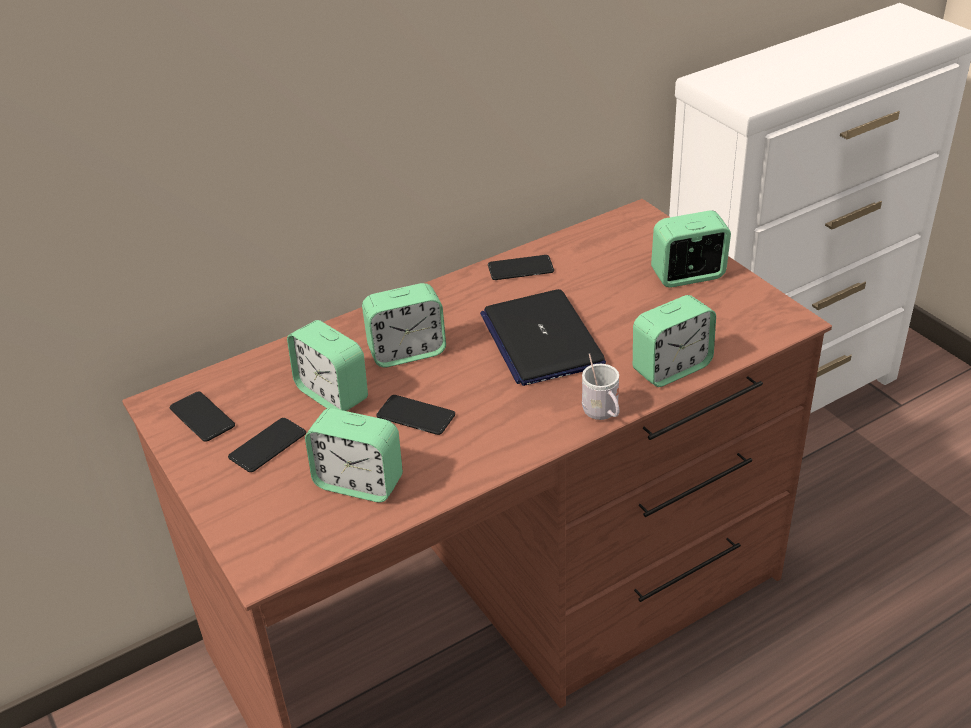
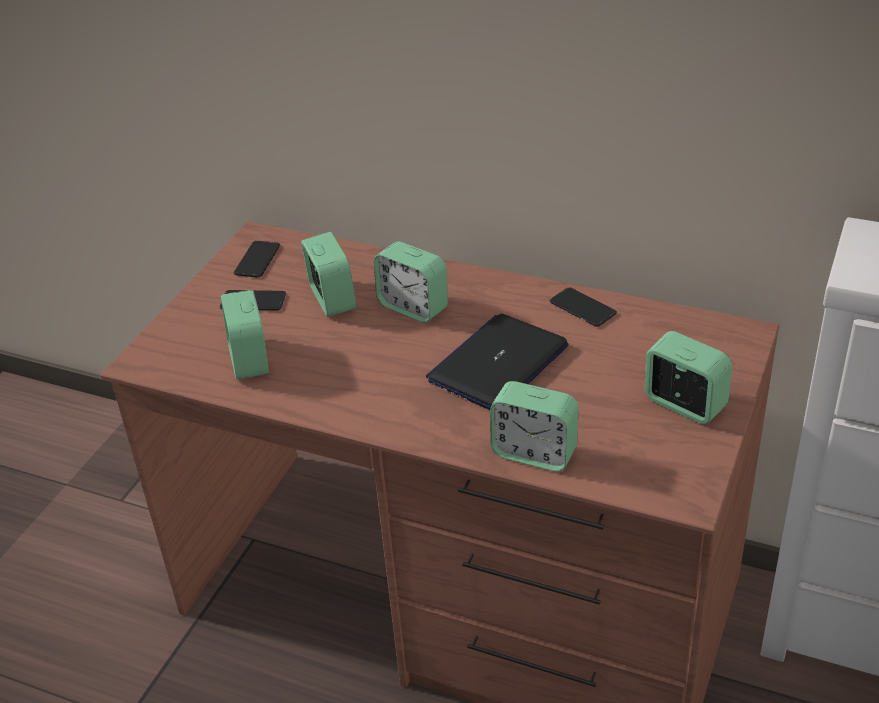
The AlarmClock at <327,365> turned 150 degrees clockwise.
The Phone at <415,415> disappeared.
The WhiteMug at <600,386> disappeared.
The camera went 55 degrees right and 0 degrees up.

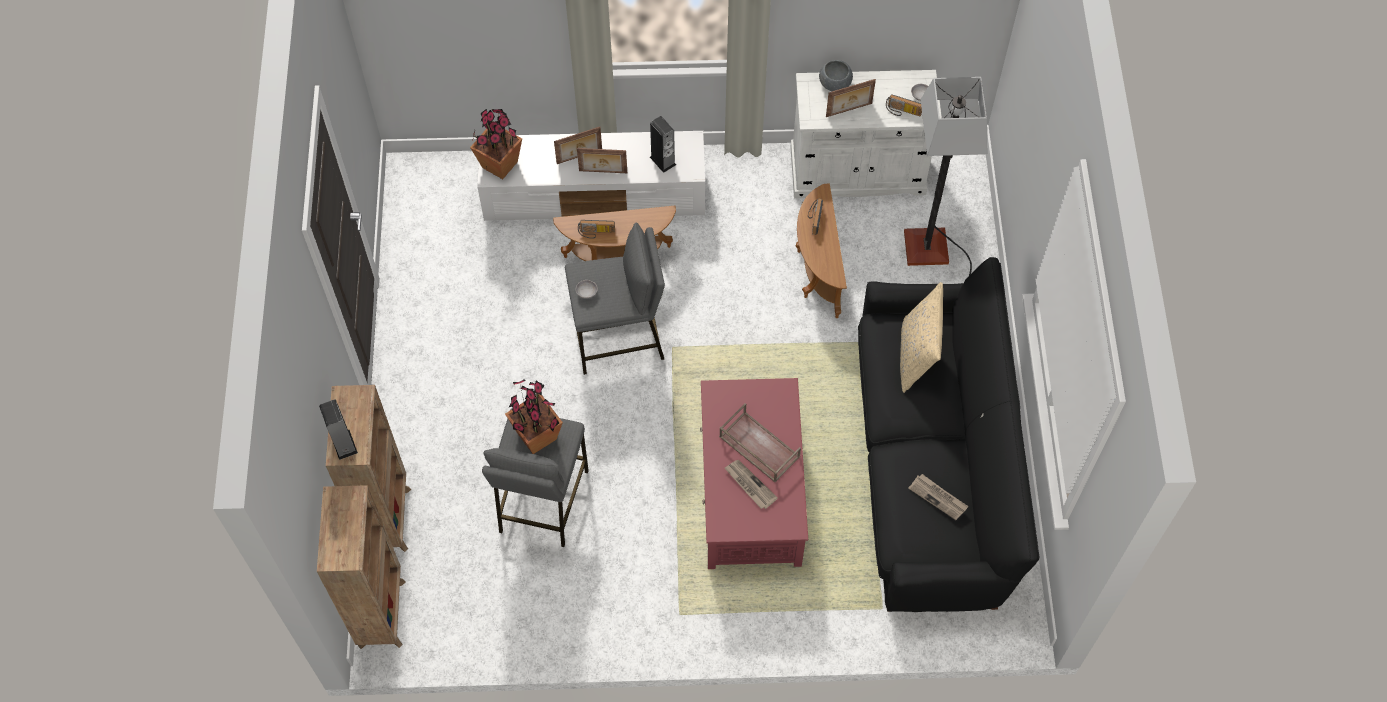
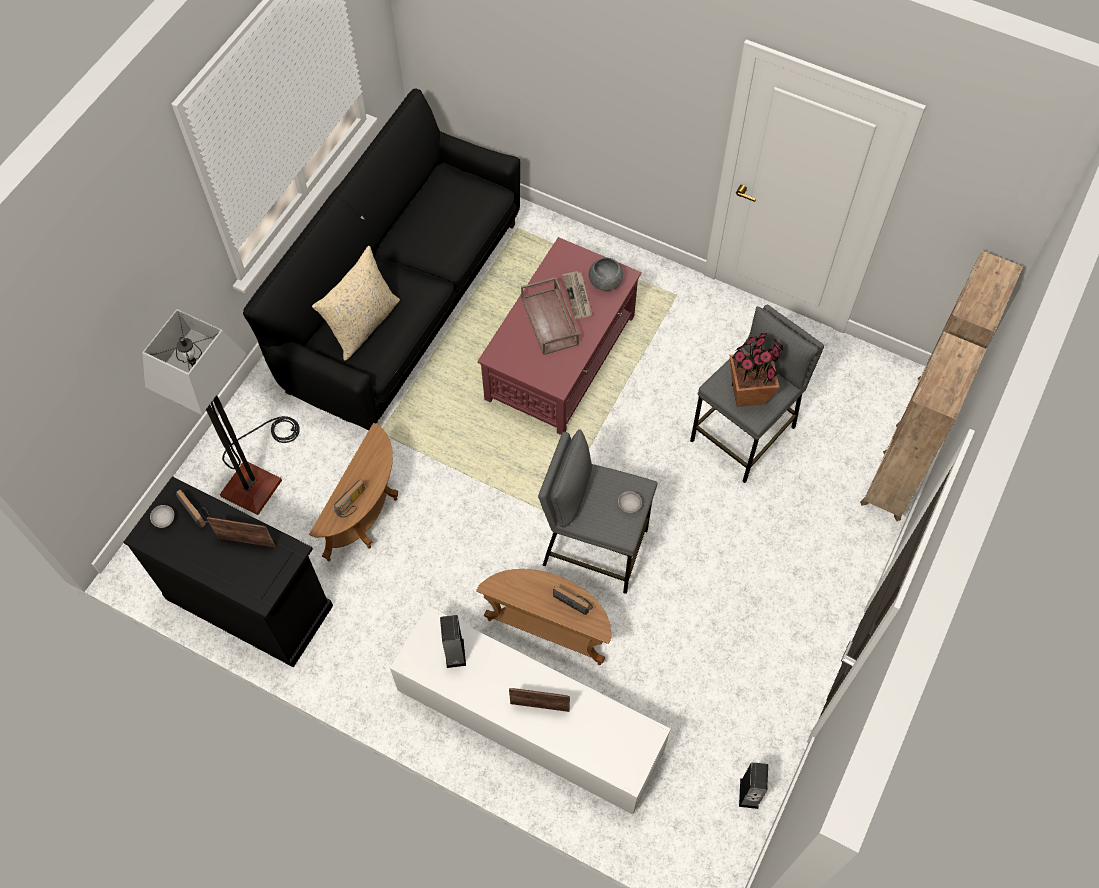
The Speaker moved from <338,430> to <753,785>.
The PottedPlant at <496,144> disappeared.
The PictureFrame at <602,160> disappeared.
The WhiteCabinet at <866,134> became the BlackCabinet at <228,571>.
The GreyBowl moved from <836,75> to <606,274>.
The Newspaper at <938,497> disappeared.
The camera went 150 degrees left and 0 degrees up.

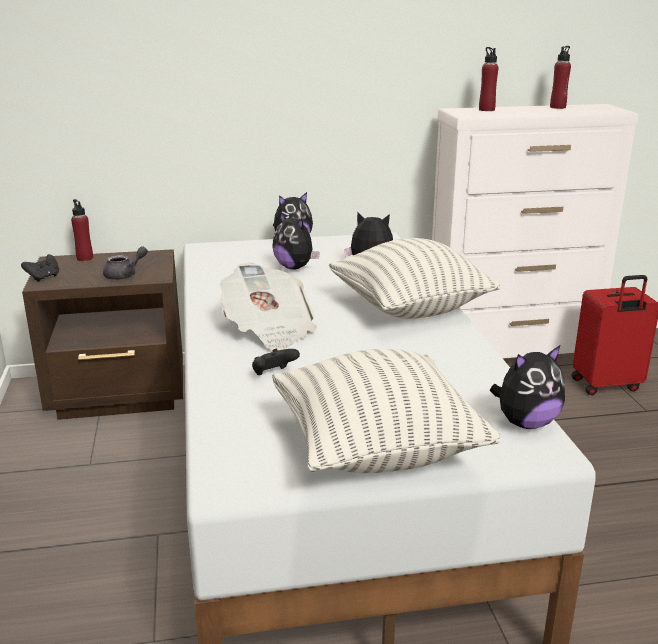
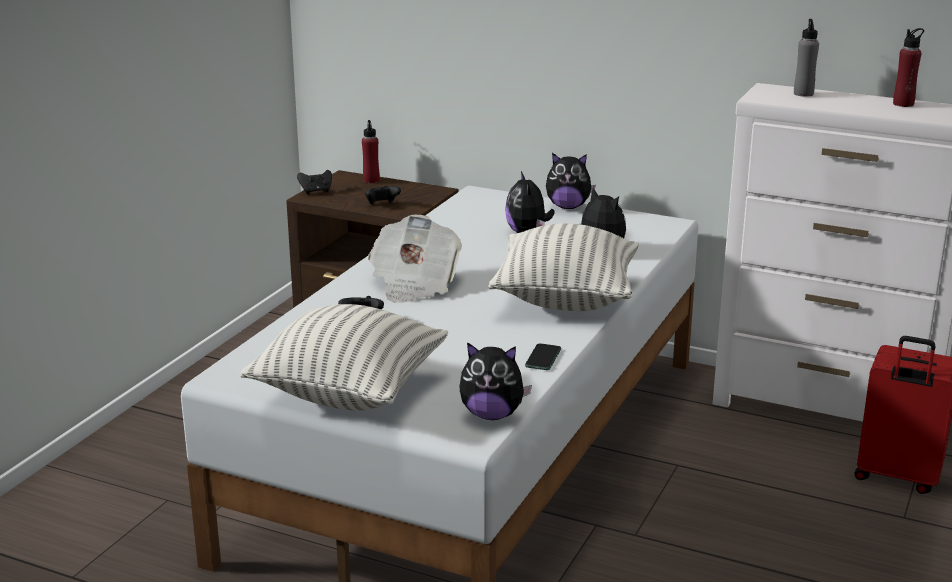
The GreyTeapot at <125,263> was replaced by the BlackGameController at <383,195>.
The RedBottle at <489,79> became the GreyBottle at <806,58>.
The Phone at <543,356> appeared.
The camera went 35 degrees right and 0 degrees up.

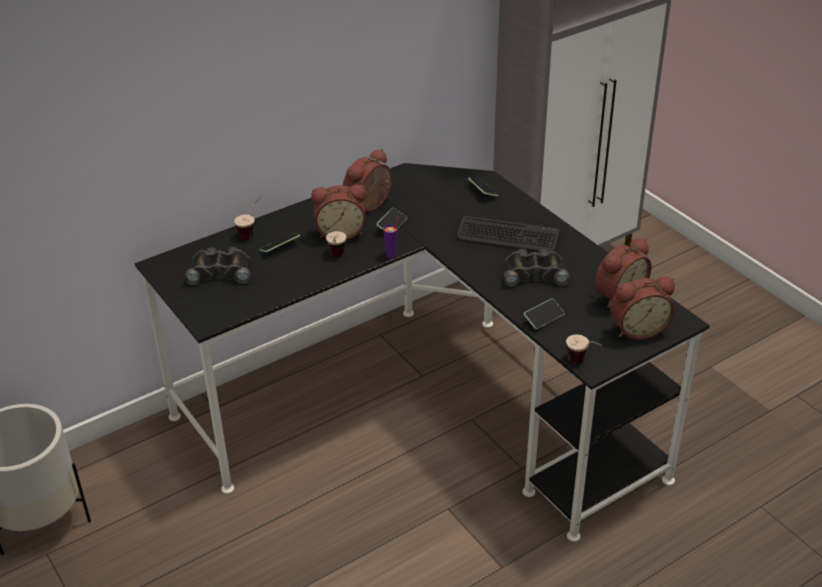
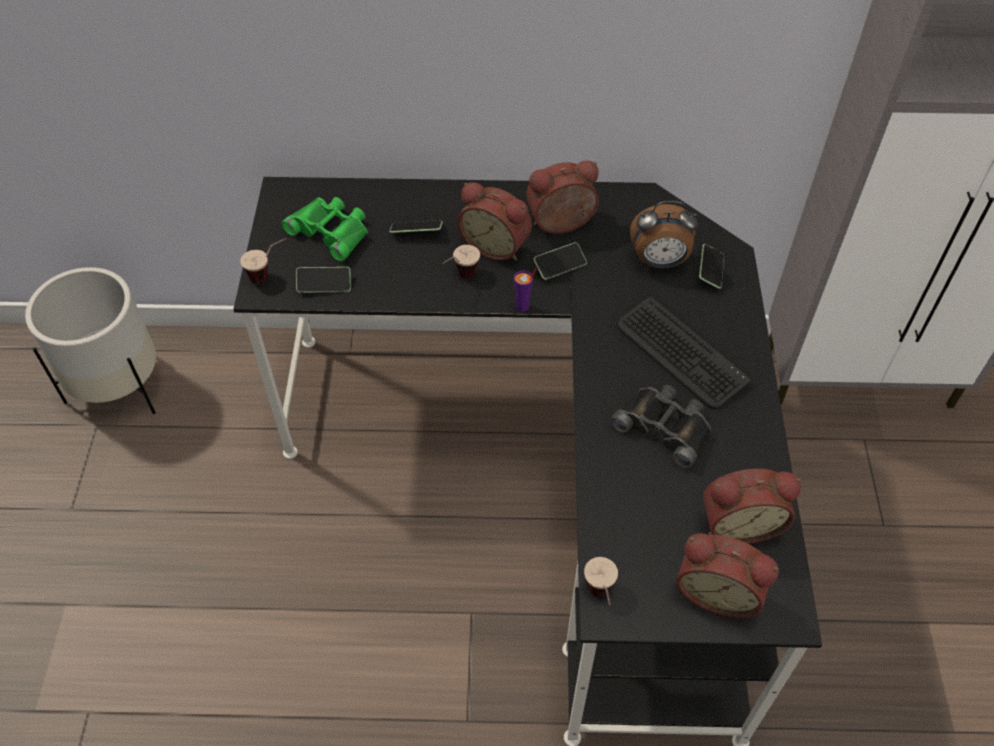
The BlackBinoculars at <218,266> became the GreenBinoculars at <325,229>.
The Cup moved from <247,218> to <263,261>.
The Phone moved from <544,314> to <323,280>.
The AlarmClock at <664,234> appeared.
The camera went 35 degrees right and 15 degrees up.

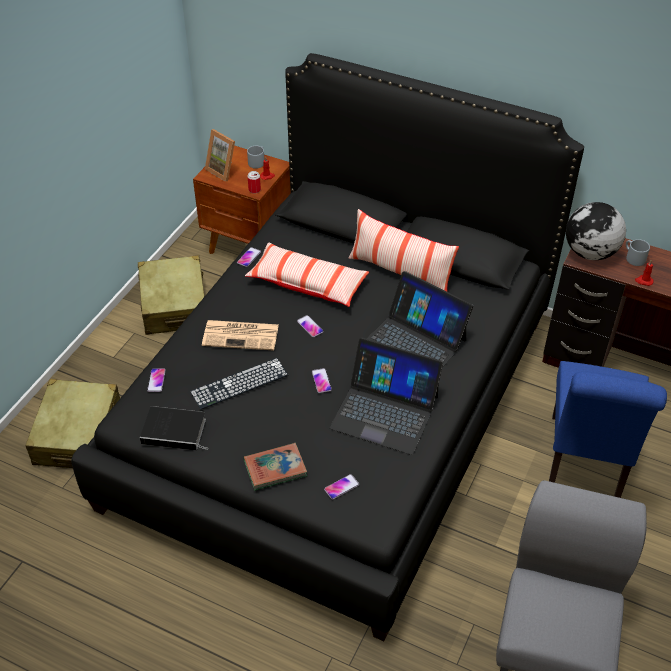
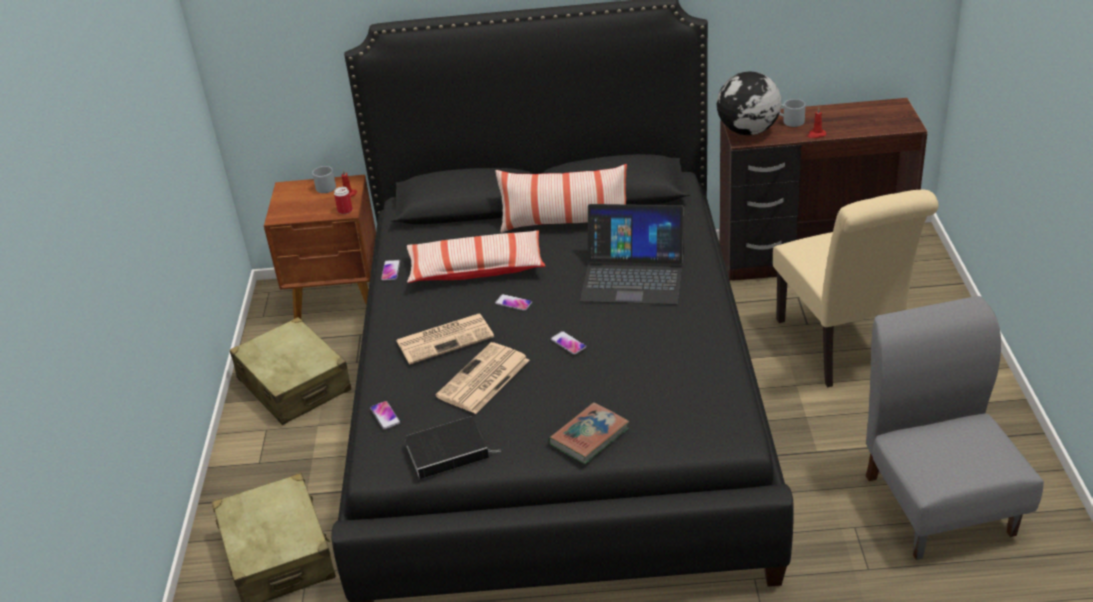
The Keyboard at <239,384> was replaced by the Newspaper at <483,378>.
The PictureFrame at <220,155> disappeared.
The Phone at <341,487> disappeared.
The Laptop at <386,396> disappeared.
The BlueChair at <608,429> became the BeigeChair at <855,289>.
The camera went 25 degrees left and 10 degrees down.

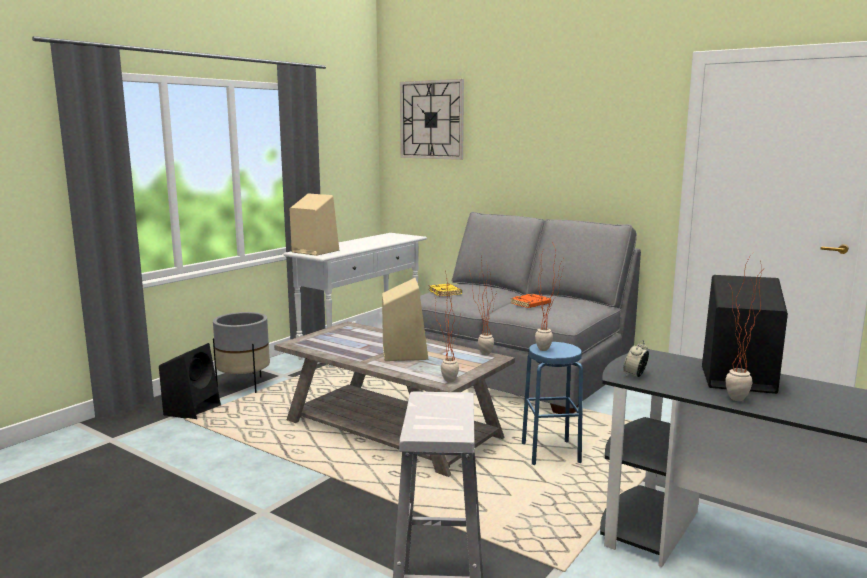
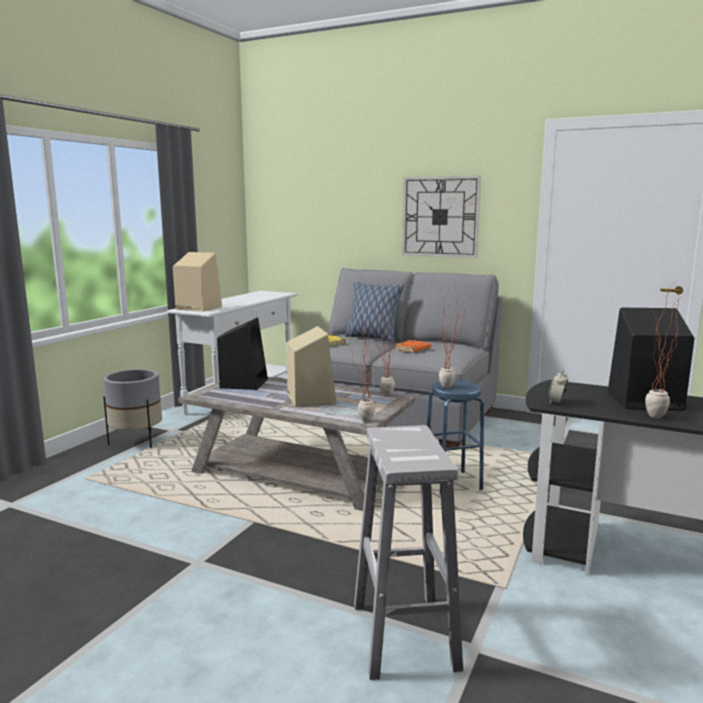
The BlackSpeaker moved from <190,381> to <242,353>.
The WallClock moved from <432,119> to <441,216>.
The Pillow at <374,312> appeared.
The camera went 10 degrees left and 0 degrees up.

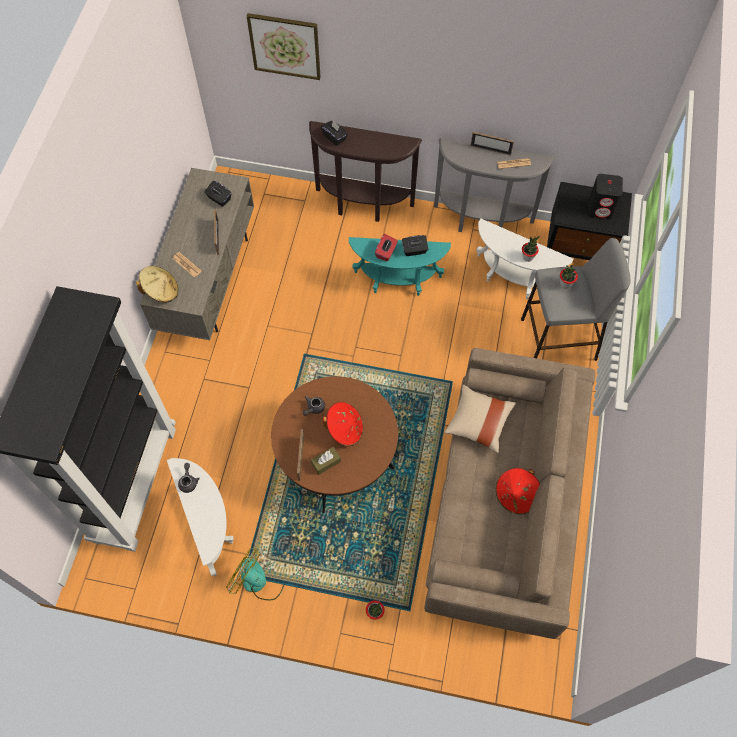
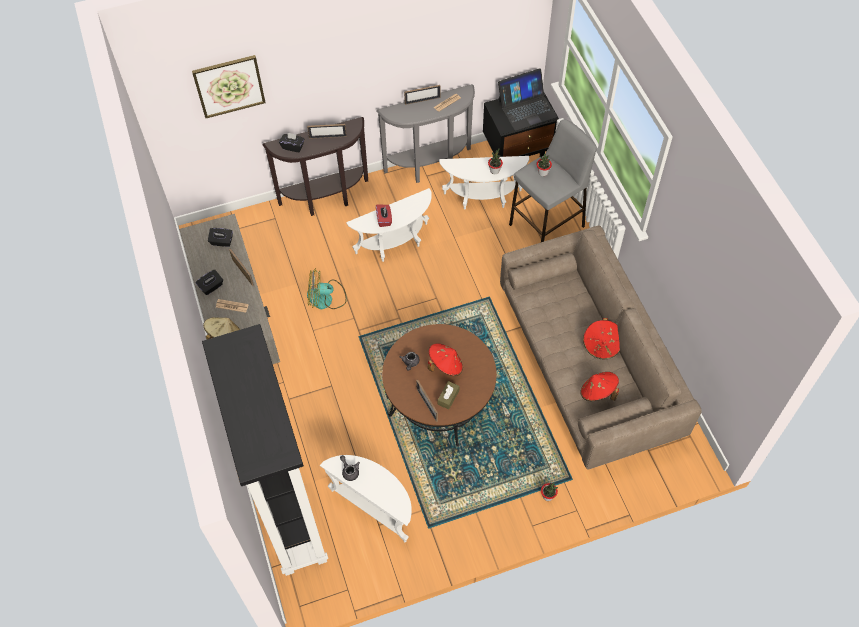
The Fan moved from <255,574> to <327,288>.
The TurquoiseSideTable at <400,266> became the WhiteSideTable at <389,225>.
The BlackTissueBox moved from <415,245> to <209,282>.
The BeigePillow at <480,419> disappeared.
The BlackSpeaker at <605,197> was replaced by the Laptop at <527,99>.
The PictureFrame at <327,131> appeared.
The RedHat at <600,386> appeared.
The camera went 30 degrees left and 5 degrees down.

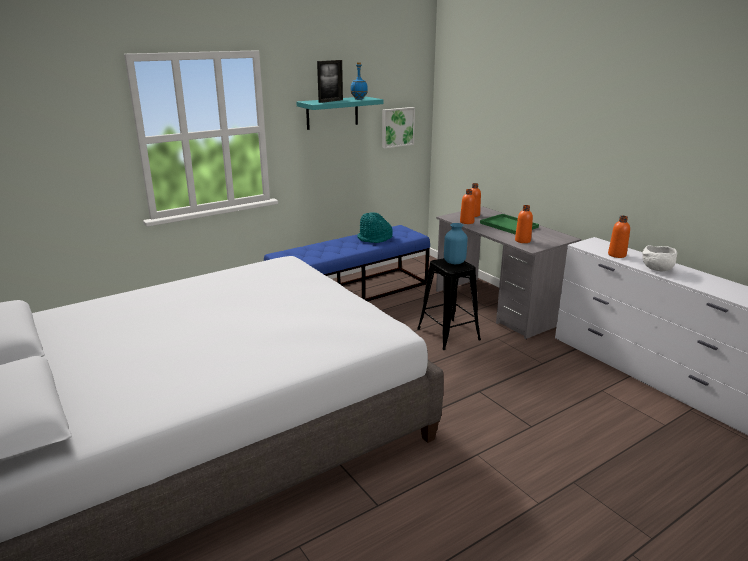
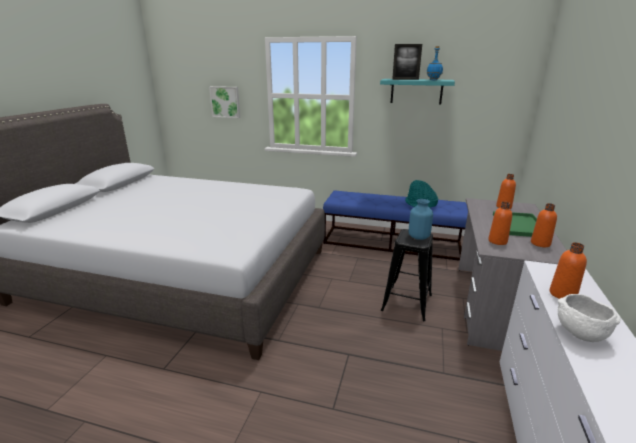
The Picture moved from <398,127> to <224,102>.
The OrangeBottle moved from <467,206> to <544,225>.
The camera went 50 degrees right and 0 degrees up.

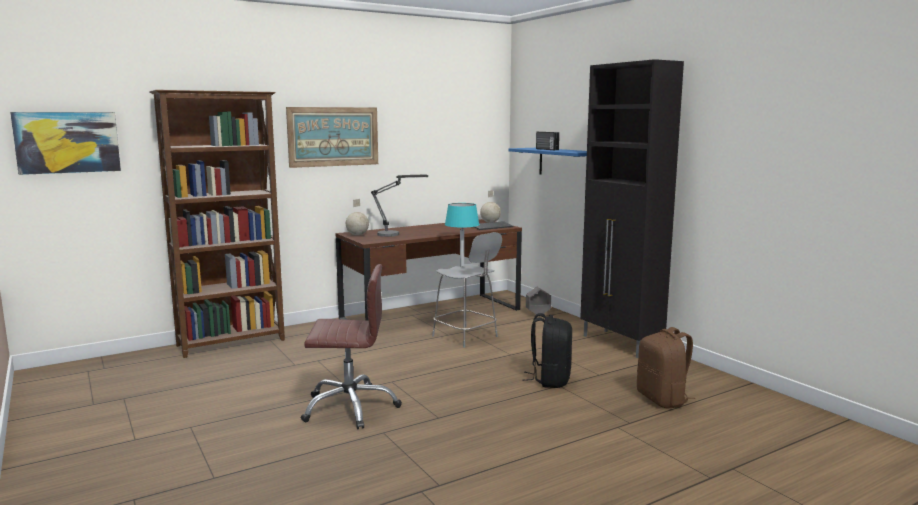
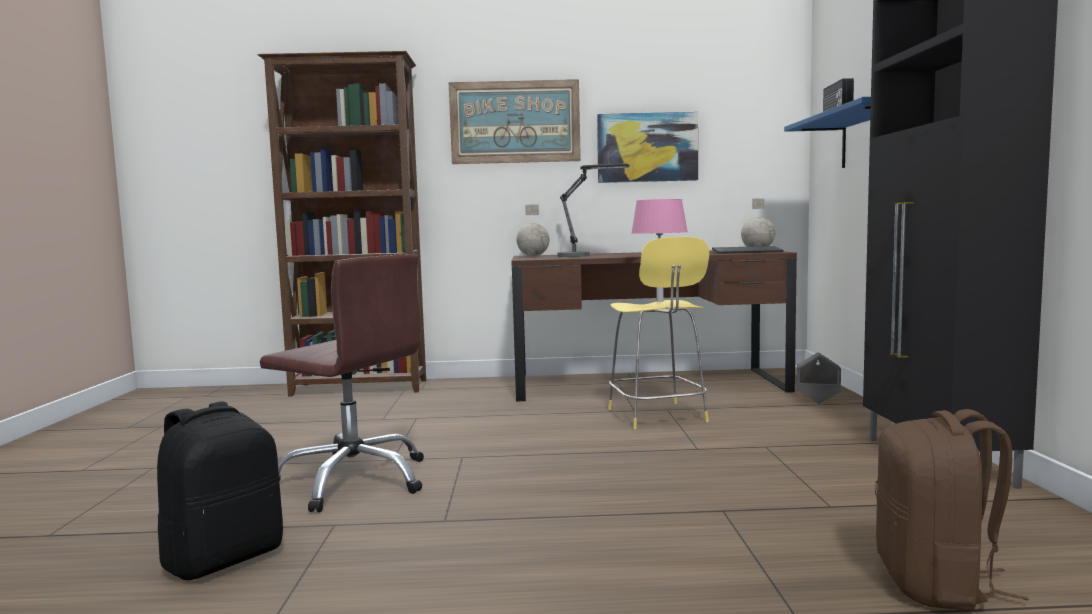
The Picture moved from <65,143> to <647,147>.
The GreyStool at <467,290> became the YellowStool at <658,333>.
The TurquoiseTableLamp at <462,235> became the PinkTableLamp at <659,250>.
The BlackBackpack moved from <547,350> to <220,490>.
The camera went 30 degrees right and 5 degrees down.

